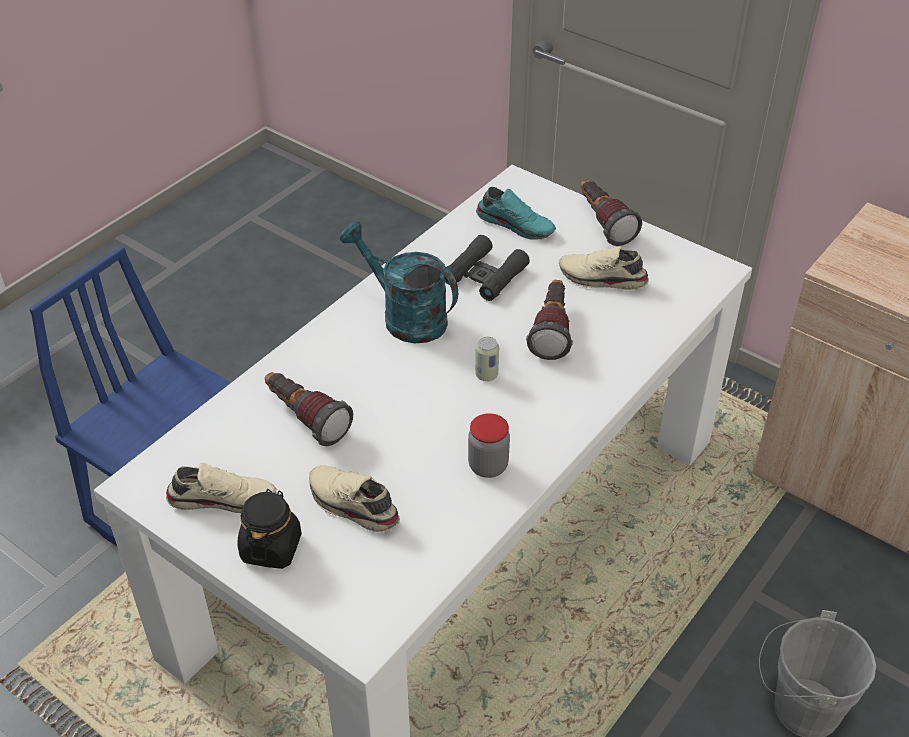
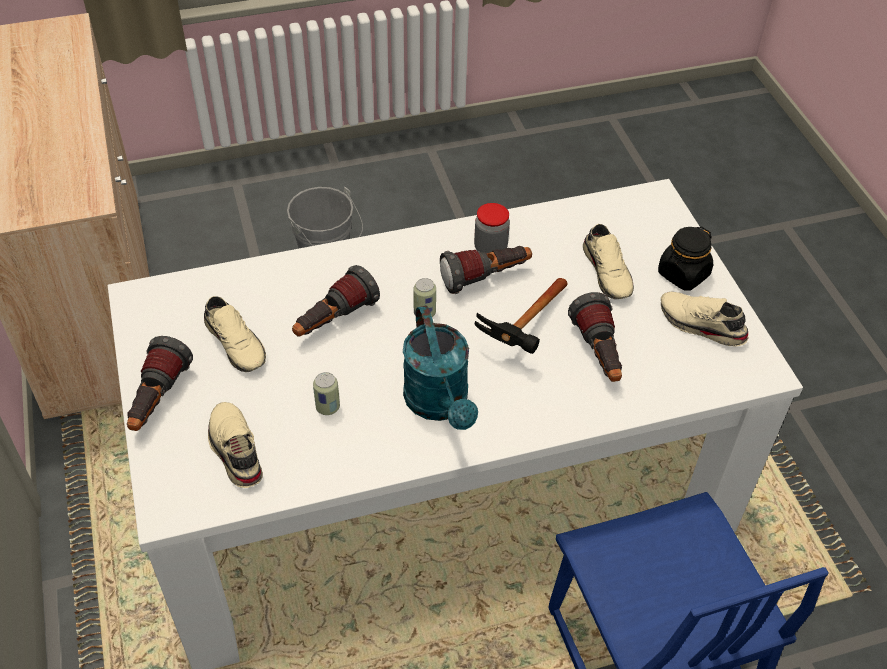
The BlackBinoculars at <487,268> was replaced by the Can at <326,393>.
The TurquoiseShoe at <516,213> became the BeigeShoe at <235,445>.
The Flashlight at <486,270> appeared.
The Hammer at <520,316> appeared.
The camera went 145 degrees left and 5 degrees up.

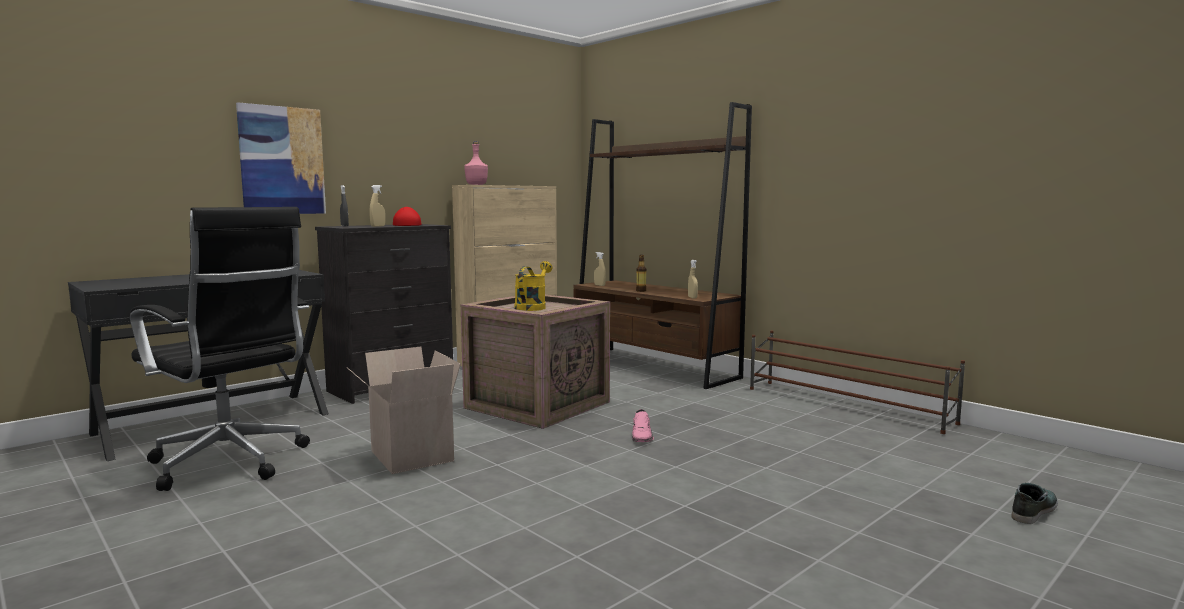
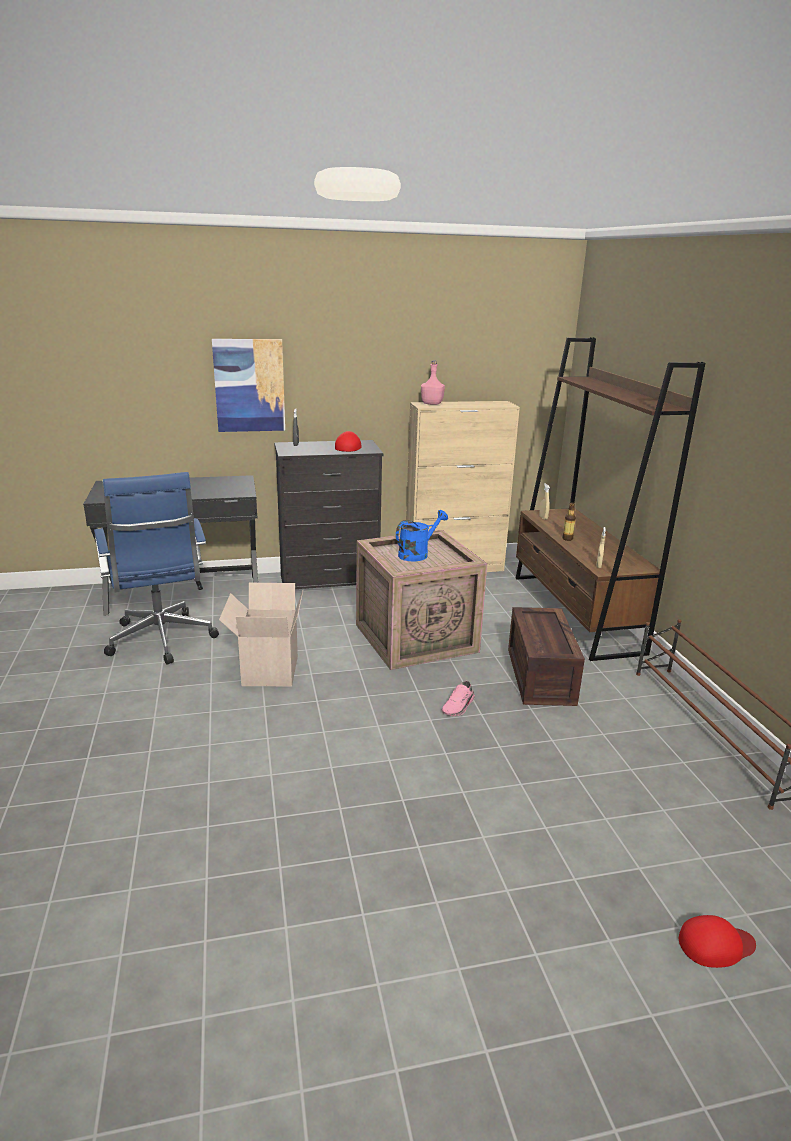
The BlackOfficeChair at <220,349> became the BlueOfficeChair at <156,568>.
The BeigeSprayBottle at <377,206> disappeared.
The YellowWateringCan at <533,286> became the BlueWateringCan at <422,536>.
The Shoe at <1034,503> was replaced by the RedCap at <717,941>.
The Crate at <546,656> appeared.
The camera went 30 degrees right and 15 degrees up.

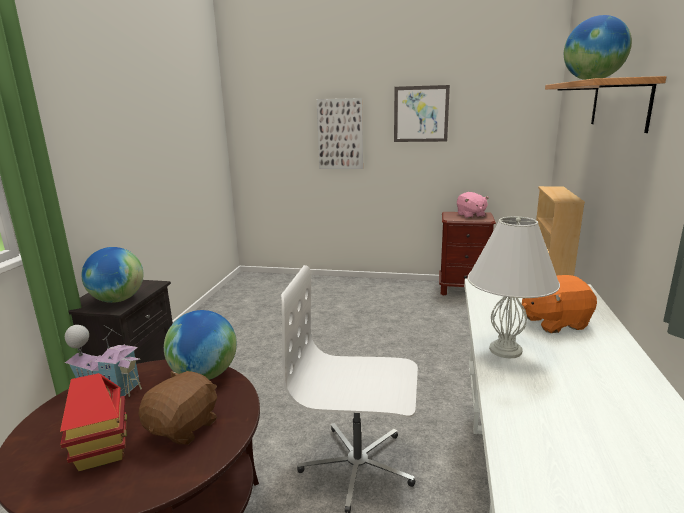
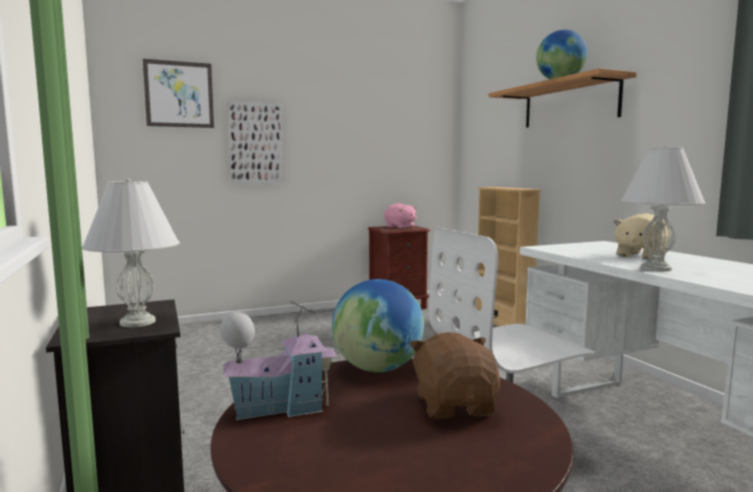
The ToyHouse at <93,422> disappeared.
The Globe at <112,275> was replaced by the WhiteTableLamp at <131,253>.
The Picture moved from <422,113> to <178,93>.
The OrangePlushToy at <559,304> became the BeigePlushToy at <642,236>.
The camera went 35 degrees left and 10 degrees down.

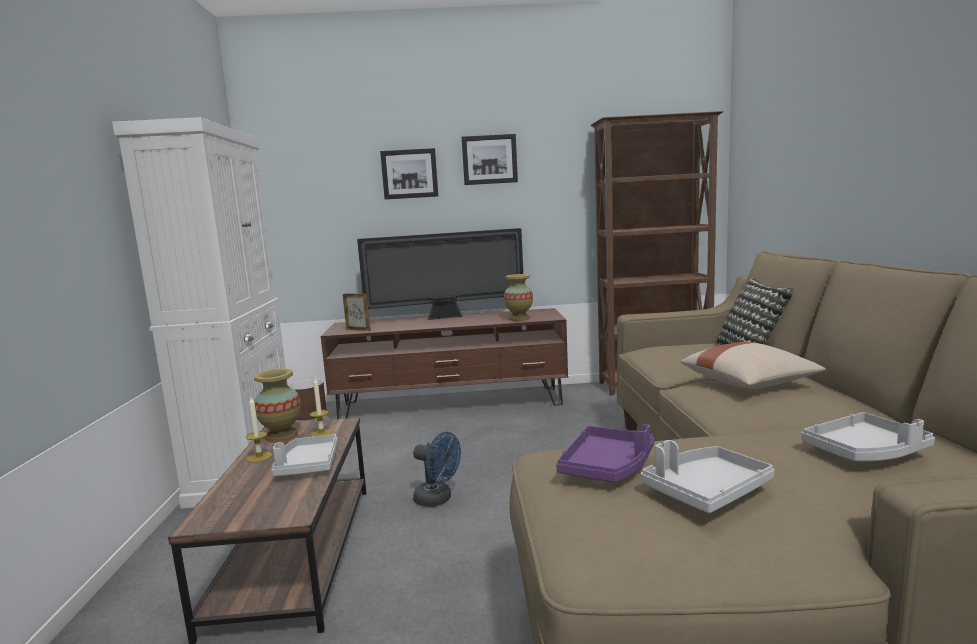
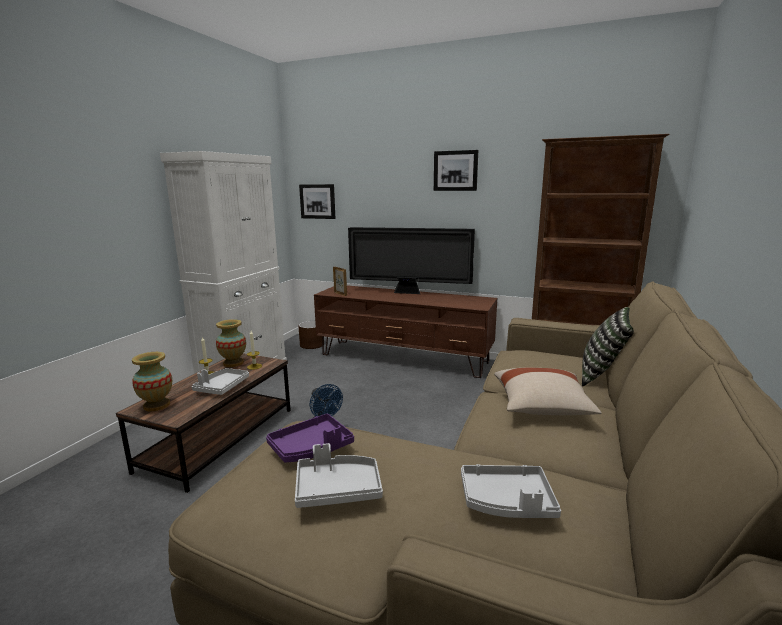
The Picture moved from <409,173> to <317,201>.
The Vase moved from <518,297> to <152,381>.
The camera went 25 degrees right and 5 degrees up.

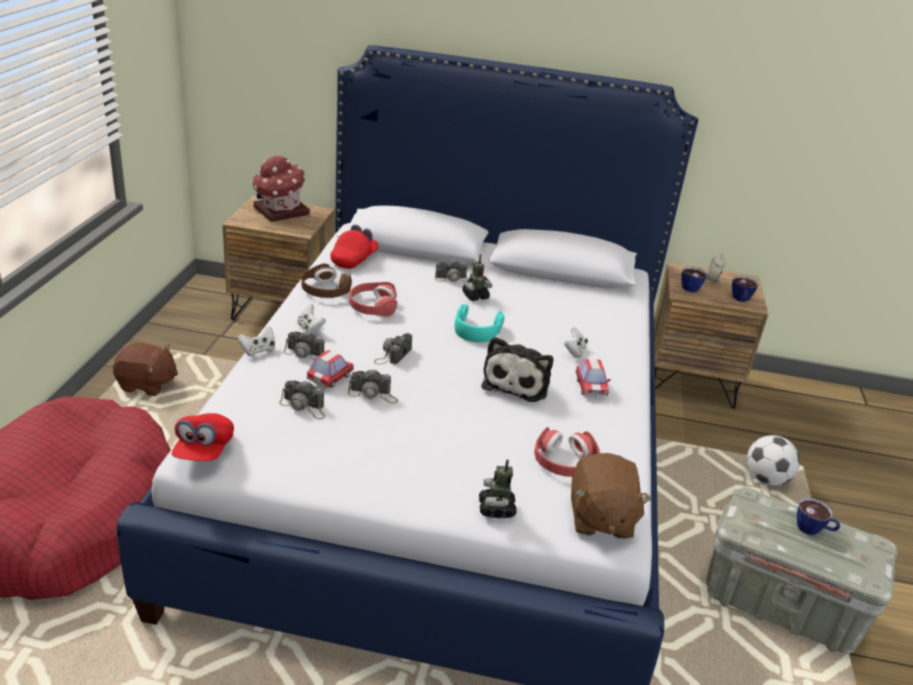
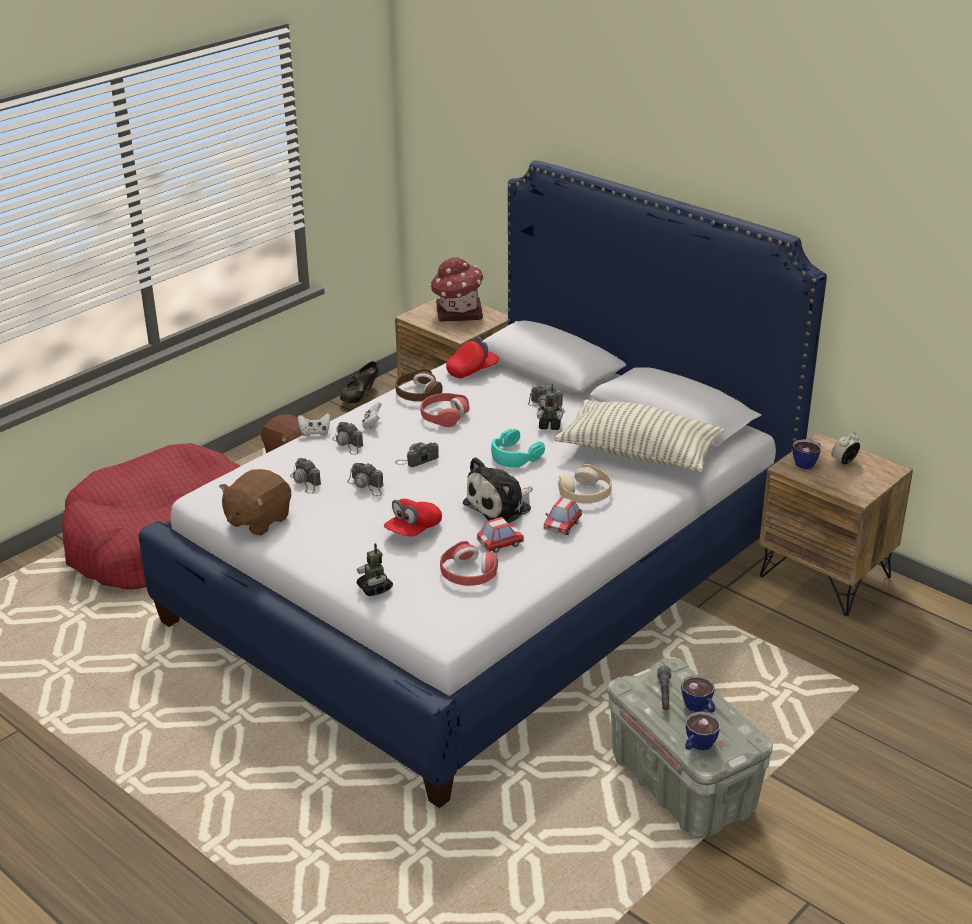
The RedCap moved from <203,437> to <413,517>.
The ToyCar moved from <330,369> to <500,535>.
The ToyRobot at <498,489> turned 60 degrees counterclockwise.
The WhiteGameController at <576,342> was replaced by the BeigeHeadphones at <585,483>.
The BrownPlushToy moved from <611,496> to <255,502>.
The Cup moved from <745,289> to <702,731>.
The Football at <773,460> disappeared.
The BlackShoe at <359,382> appeared.
The Pillow at <640,436> appeared.
The GreyFlashlight at <664,688> appeared.
The camera went 35 degrees right and 0 degrees up.

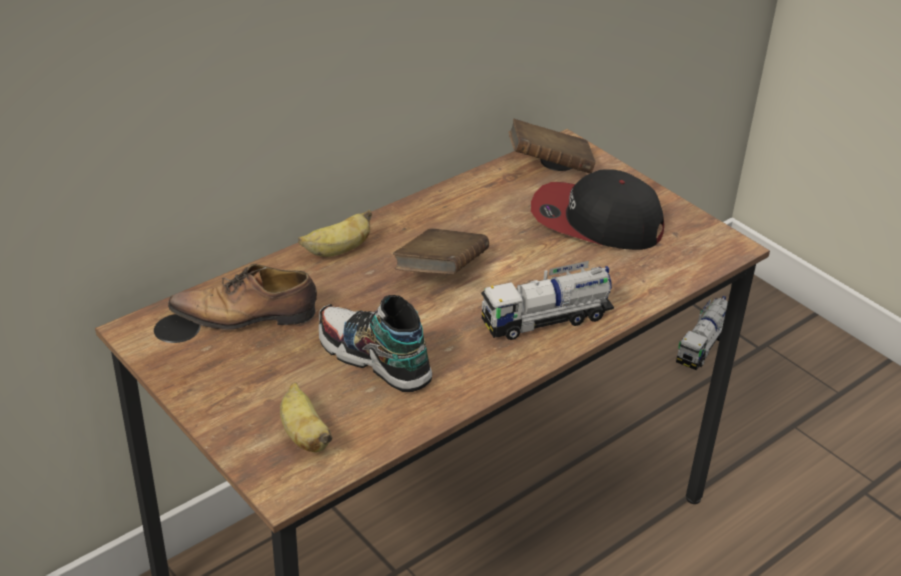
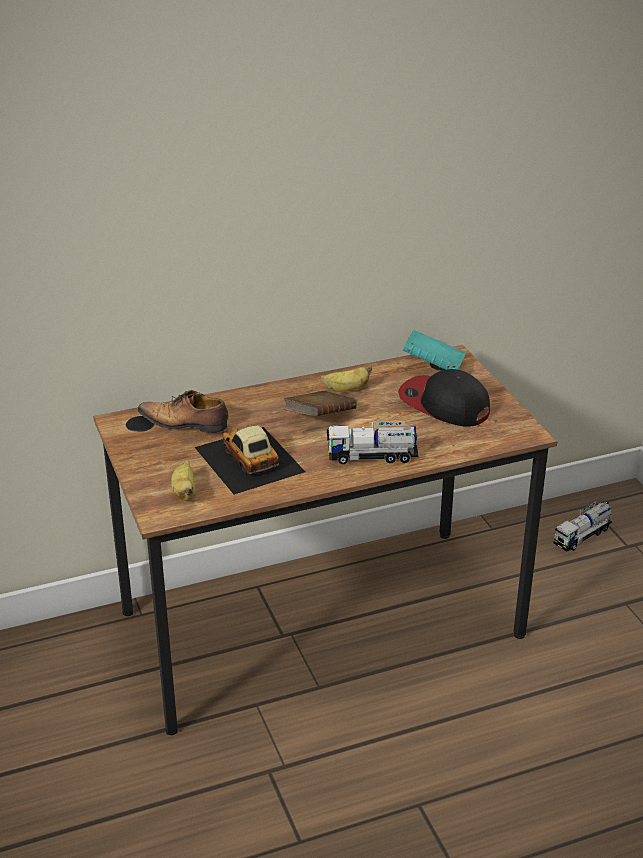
The Banana moved from <335,233> to <346,379>.
The Shoe at <375,343> was replaced by the ToyCar at <250,460>.
The BrownBook at <552,146> became the TurquoiseBook at <434,350>.
The camera went 20 degrees right and 5 degrees down.

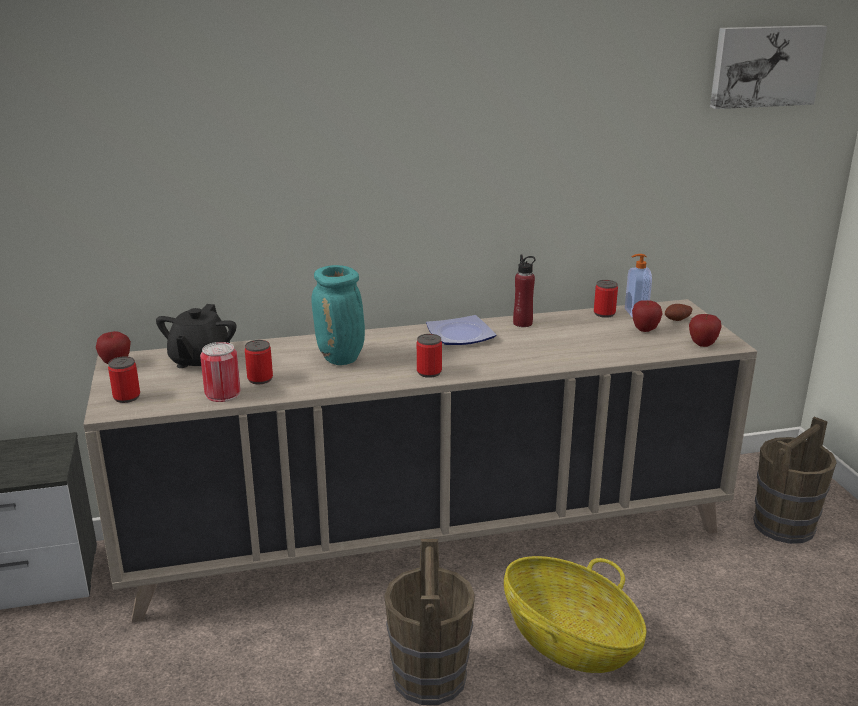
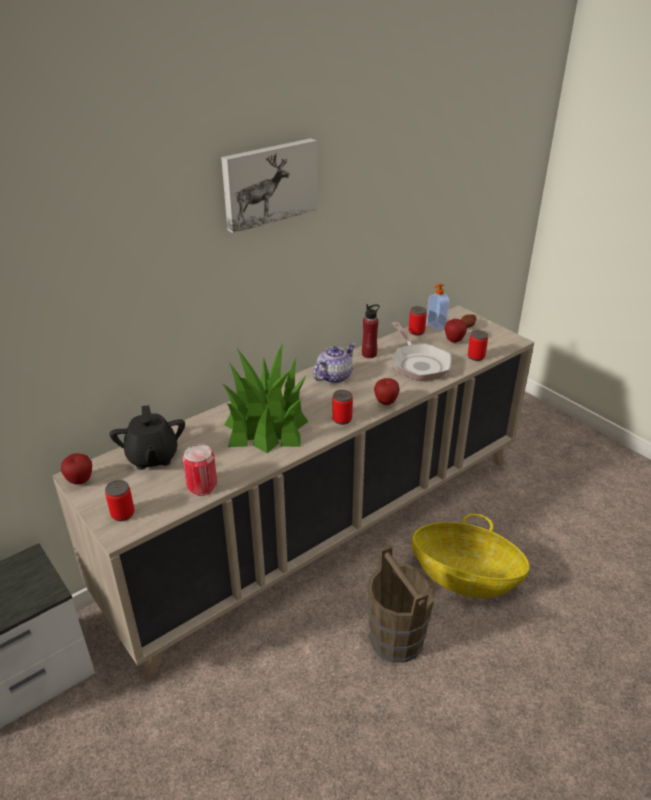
The Can moved from <259,362> to <478,345>.
The TurquoiseVase at <338,315> was replaced by the PottedPlant at <265,398>.
The Plate at <461,330> was replaced by the Teapot at <334,363>.
The Apple moved from <705,330> to <387,391>.
The Picture moved from <768,67> to <269,185>.
The BrownBucket at <795,480> disappeared.
The FryingPan at <422,351> appeared.
The camera went 25 degrees left and 10 degrees up.

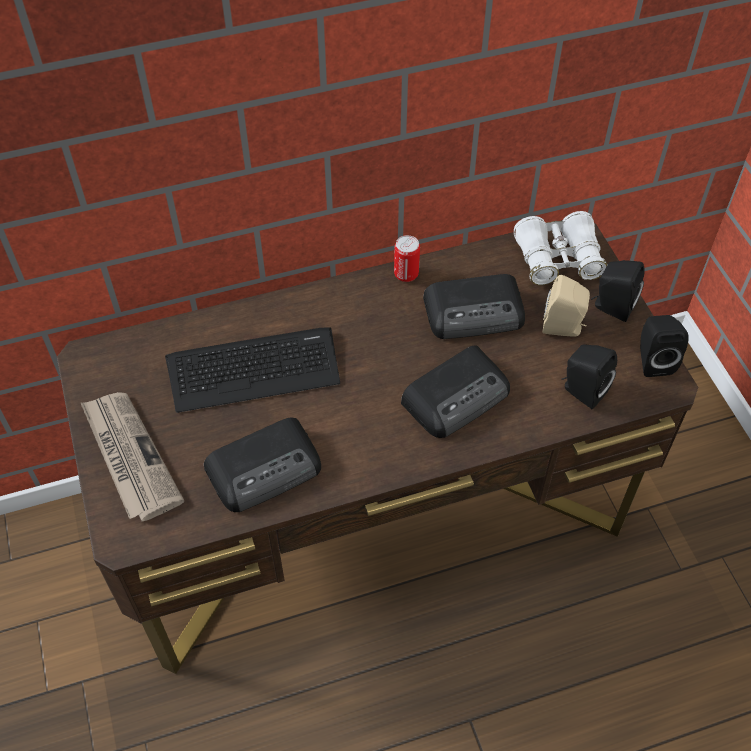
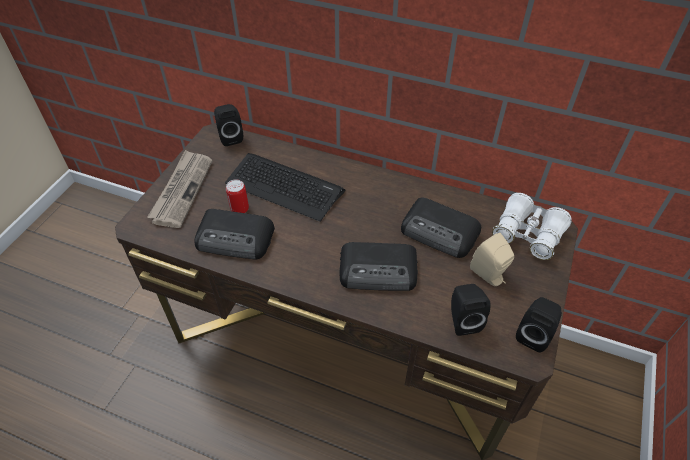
The Can moved from <407,258> to <237,196>.
The BlackSpeaker moved from <618,291> to <228,125>.
The camera went 40 degrees right and 5 degrees down.

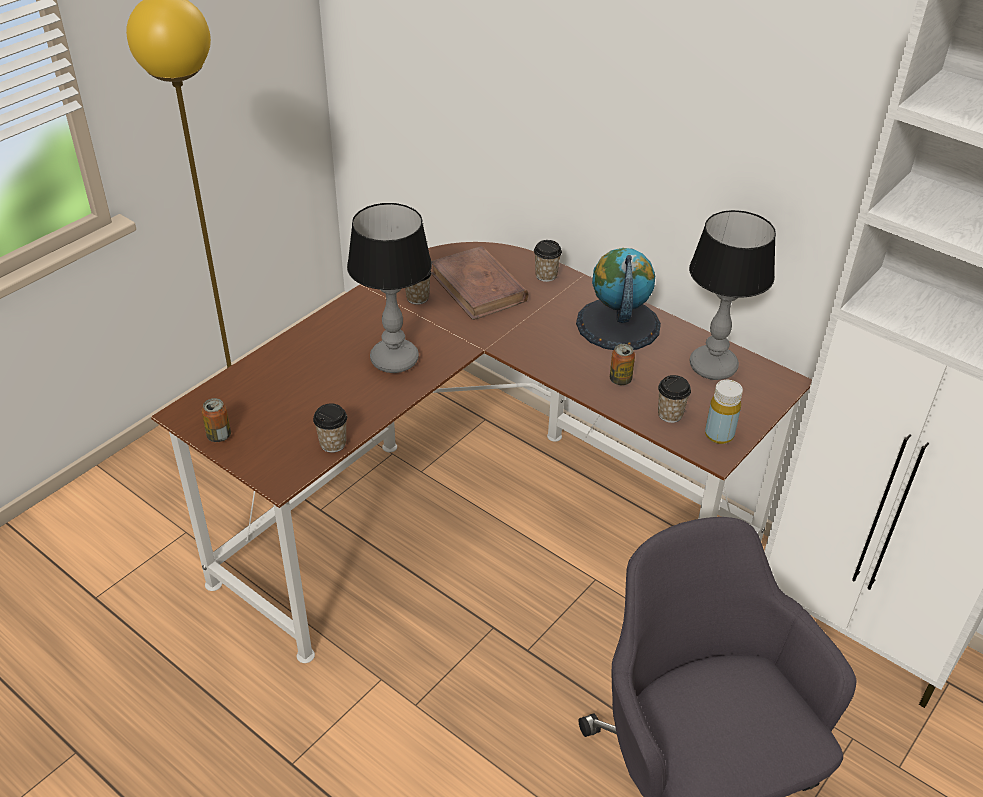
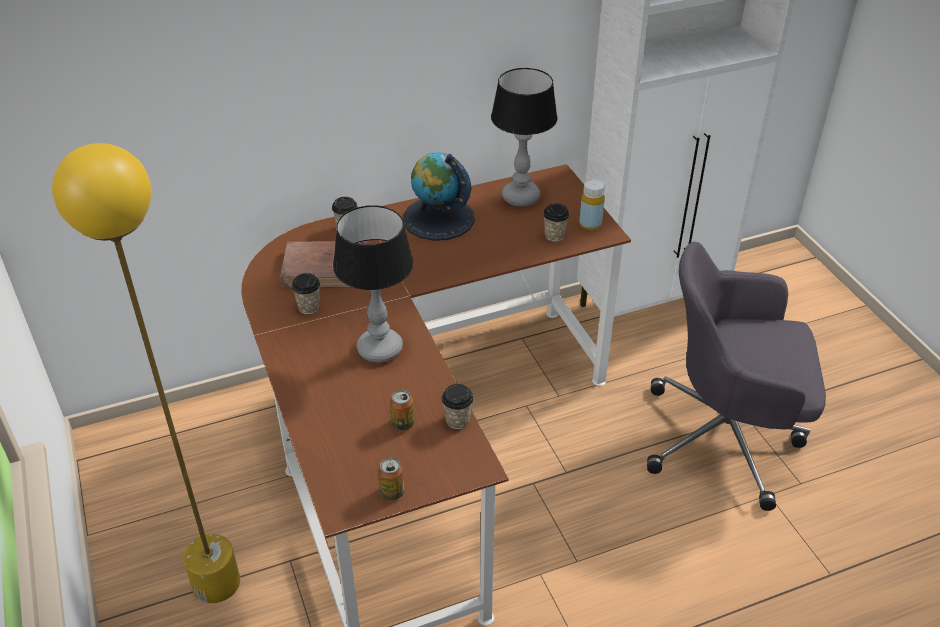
The Can moved from <622,364> to <402,410>.
The camera went 60 degrees left and 0 degrees up.

